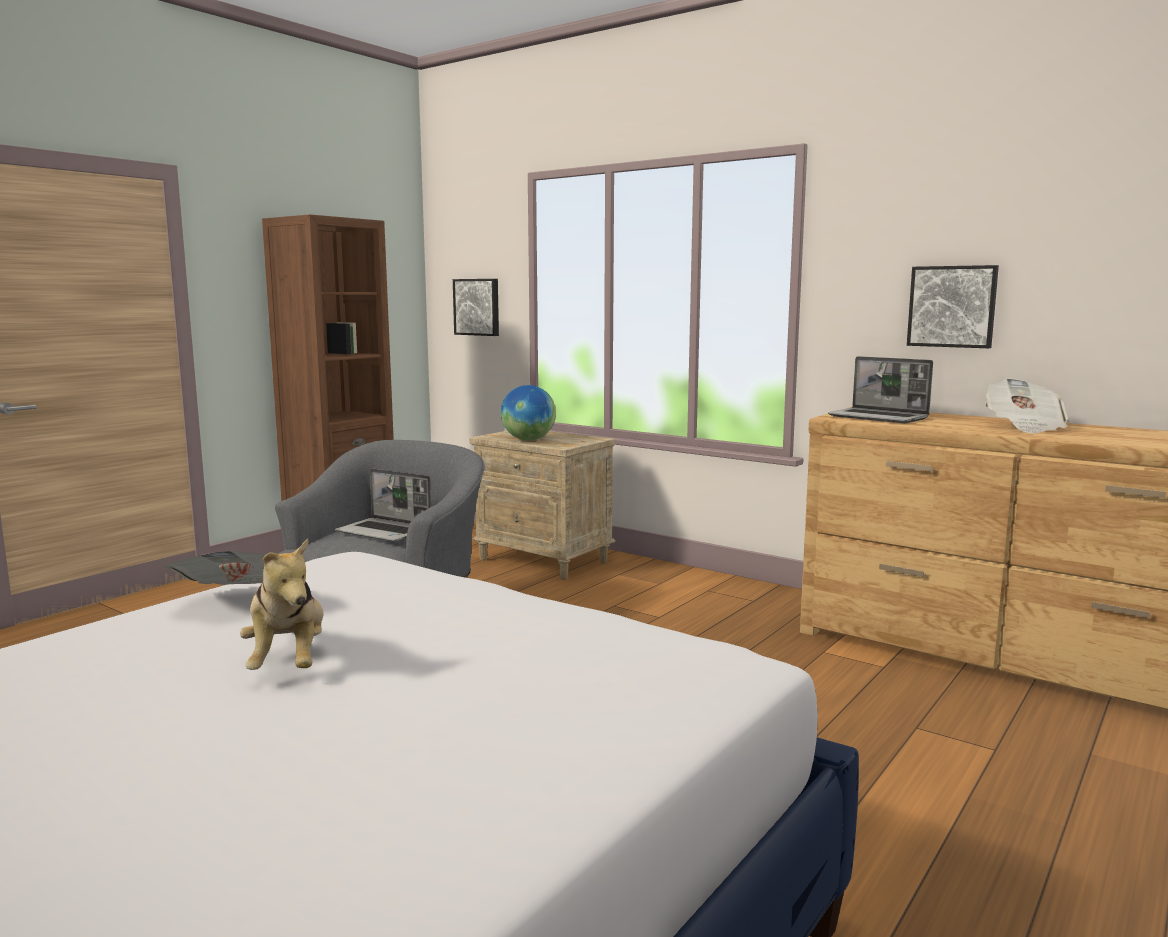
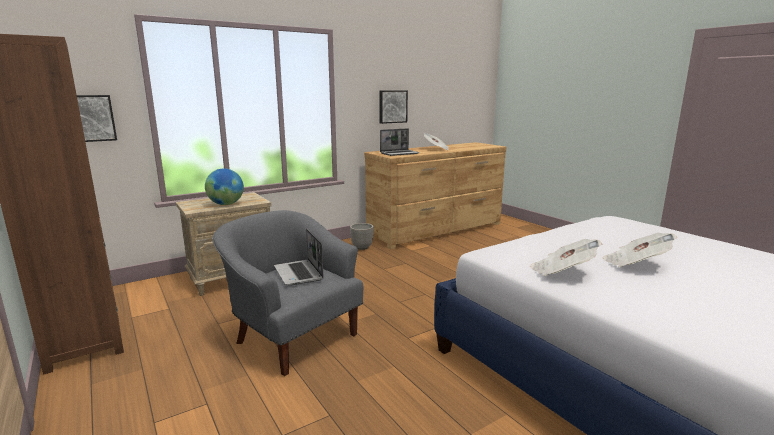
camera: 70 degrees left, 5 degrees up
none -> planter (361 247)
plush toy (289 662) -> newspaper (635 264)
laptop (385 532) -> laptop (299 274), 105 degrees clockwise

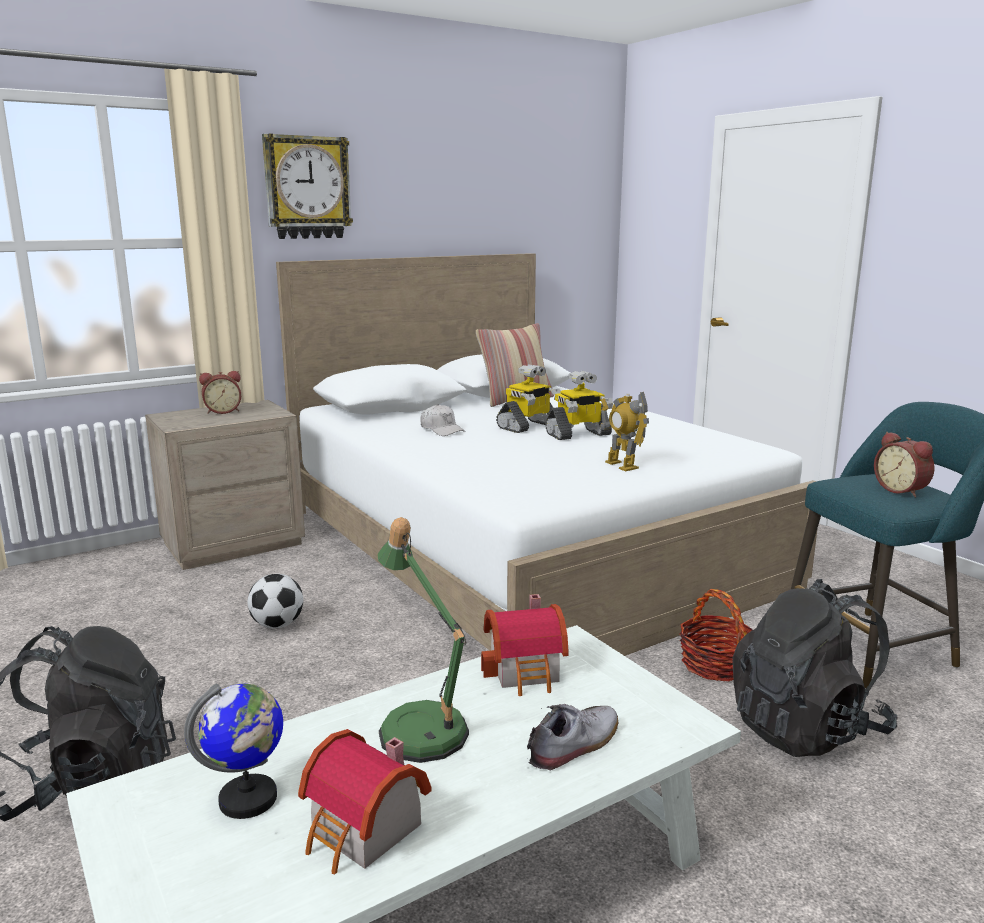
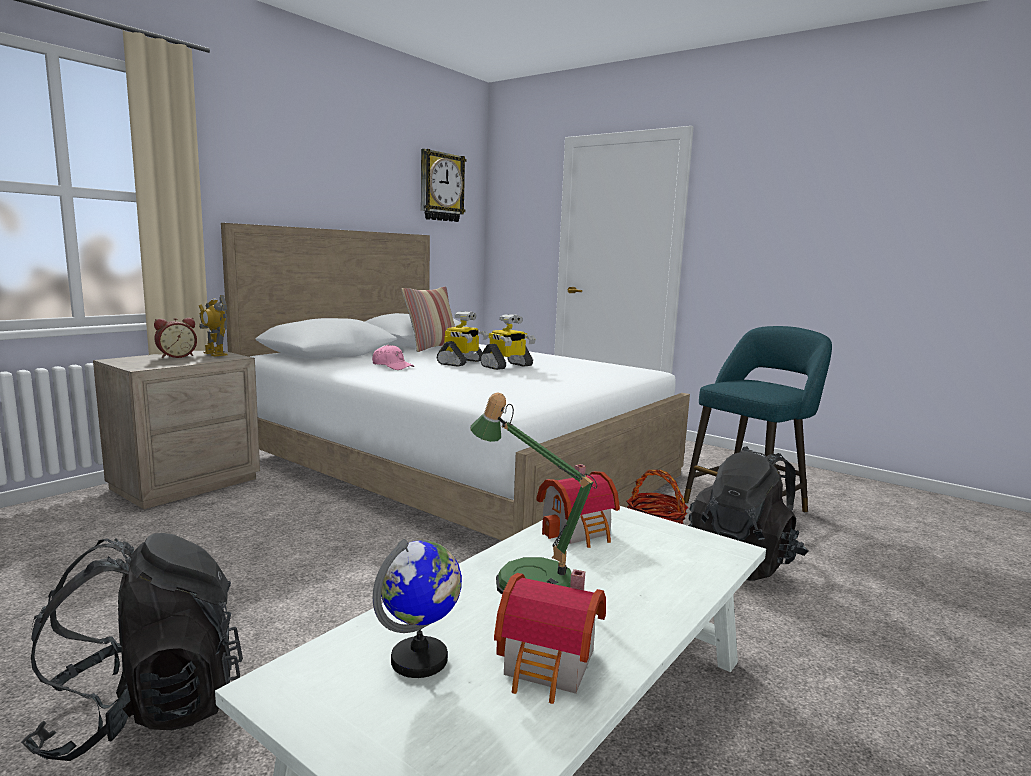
camera: 20 degrees left, 5 degrees down
football (277 625) -> none
shoe (575 744) -> none
alarm clock (902 490) -> none
wall clock (307 188) -> wall clock (441 187), move
toy robot (621 465) -> toy robot (215 354), move
cap in white (442 430) -> cap in pink (392 366)

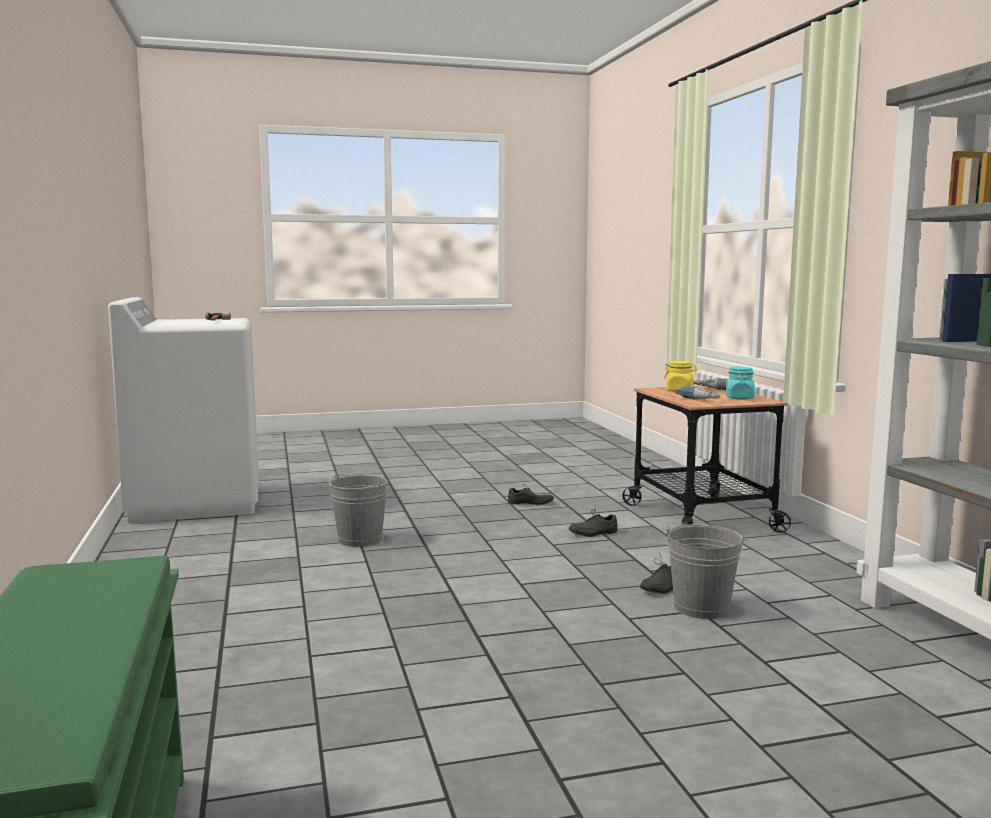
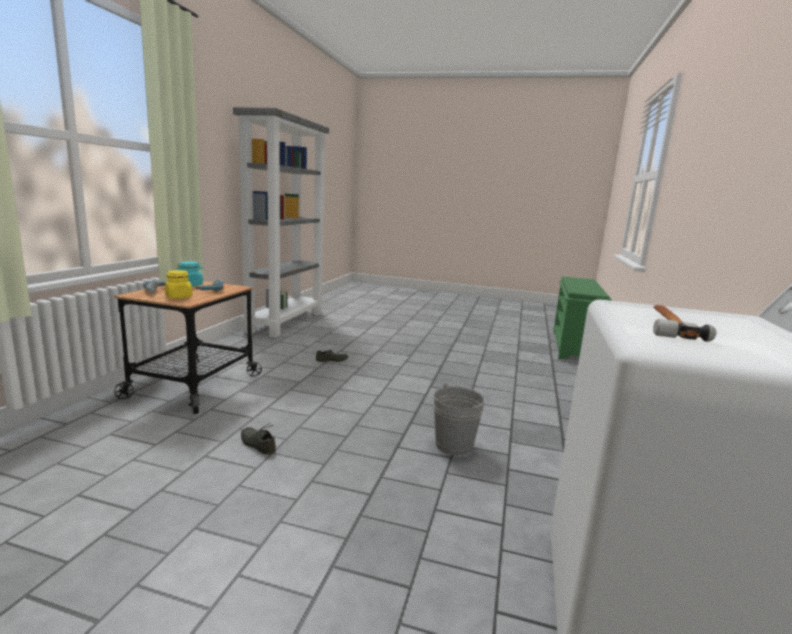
camera: 150 degrees left, 5 degrees up
shoe in grey (592 533) -> none
bucket in grey (701 607) -> none

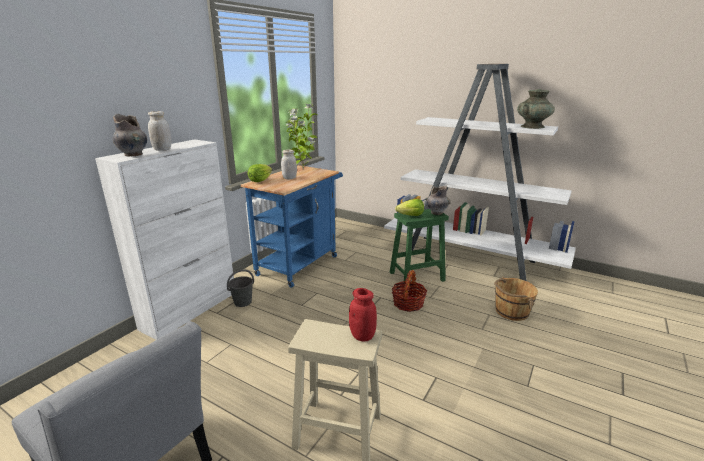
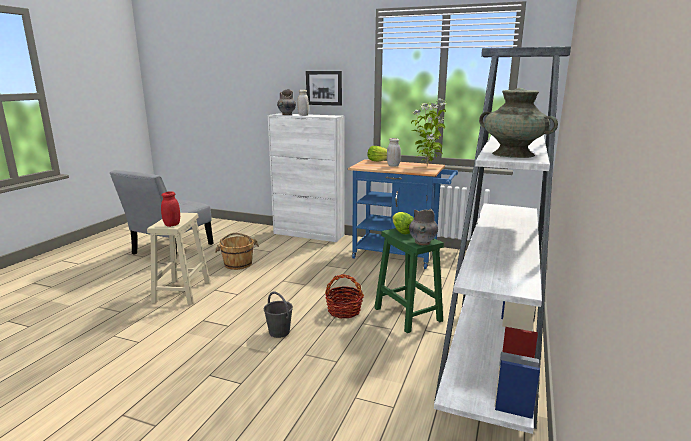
camera: 80 degrees right, 5 degrees down
none -> picture (324 88)
bucket in grey (243 302) -> bucket in grey (279 332), move
bucket in brown (511 311) -> bucket in brown (238 264), move

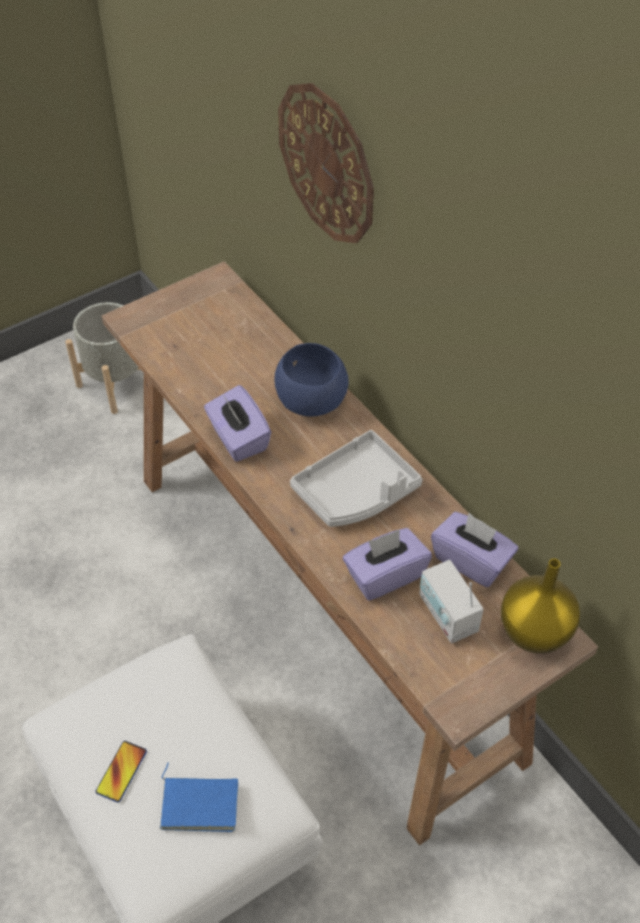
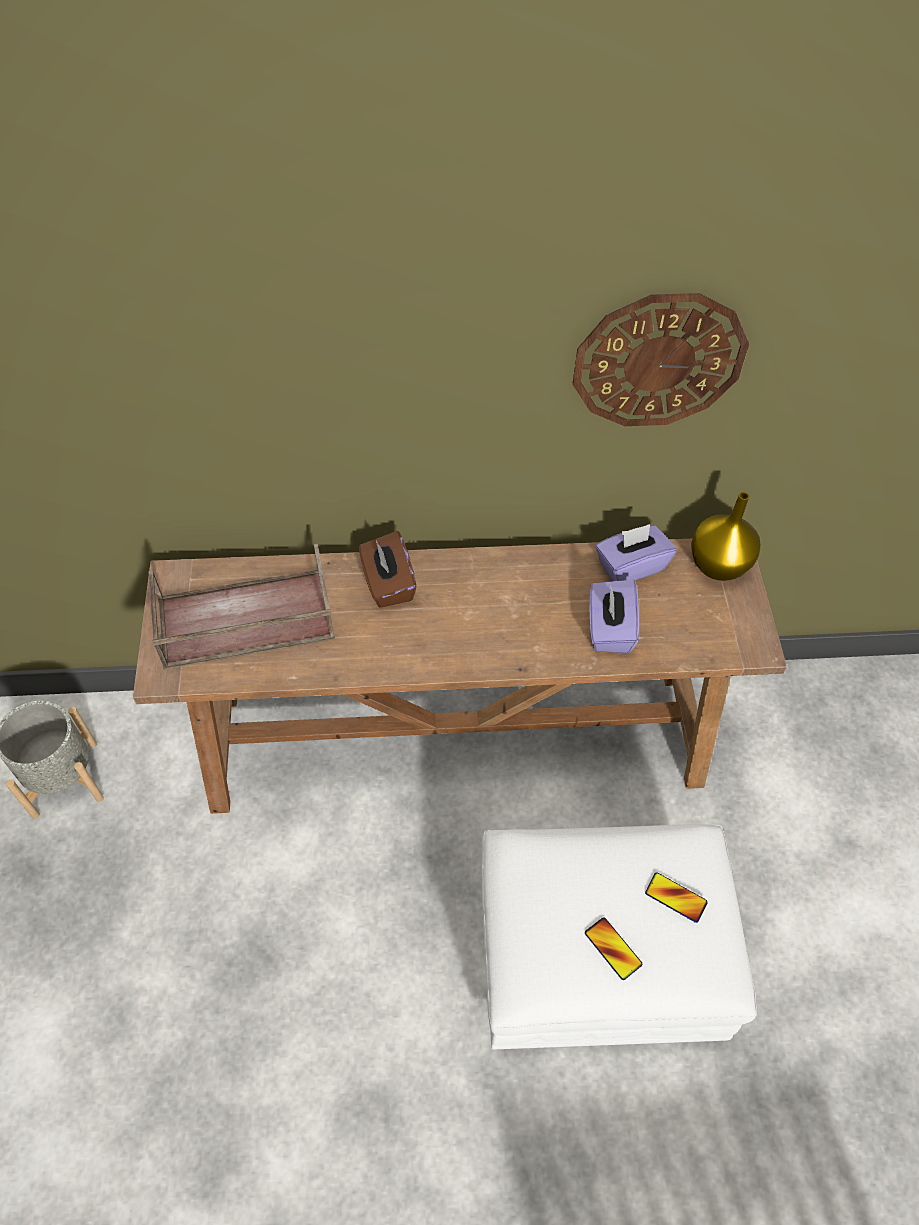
camera: 60 degrees left, 5 degrees up
tissue box in purple (238 439) -> none
tray in grey (356 492) -> none
radio (447 615) -> none
none -> tray in brown (244 620)
wall clock (327 163) -> wall clock (658 361), move
book in blue (200 803) -> phone (675 897)
bowl in blue (311 401) -> tissue box in brown (388 583)

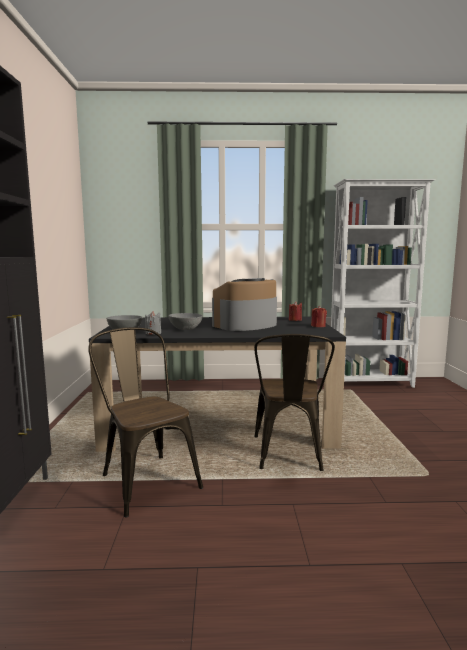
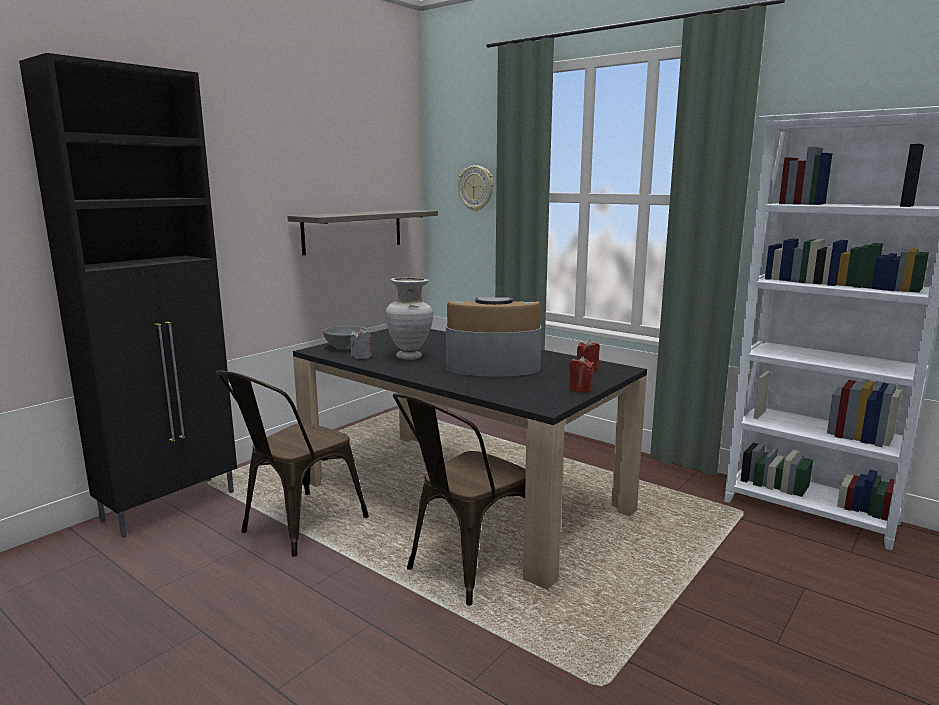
camera: 40 degrees right, 5 degrees up
none -> shelf (353 231)
none -> wall clock (476 188)
bowl in grey (185 329) -> vase in beige (410 357)
chair in brown (145 479) -> chair in brown (296 527), 150 degrees counterclockwise

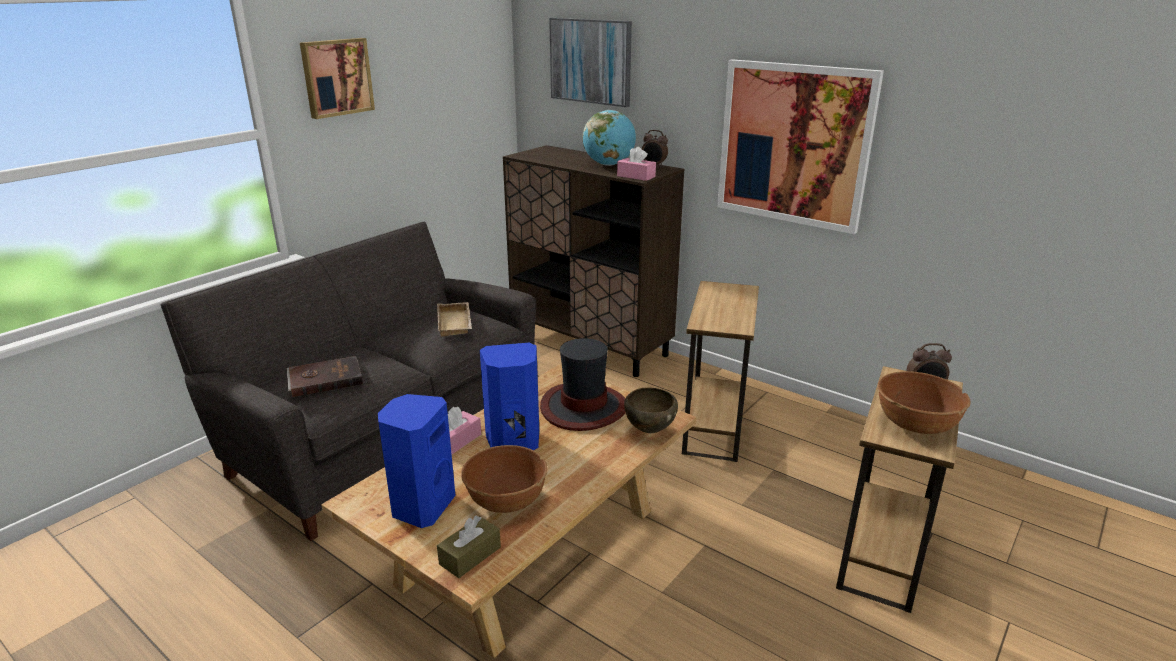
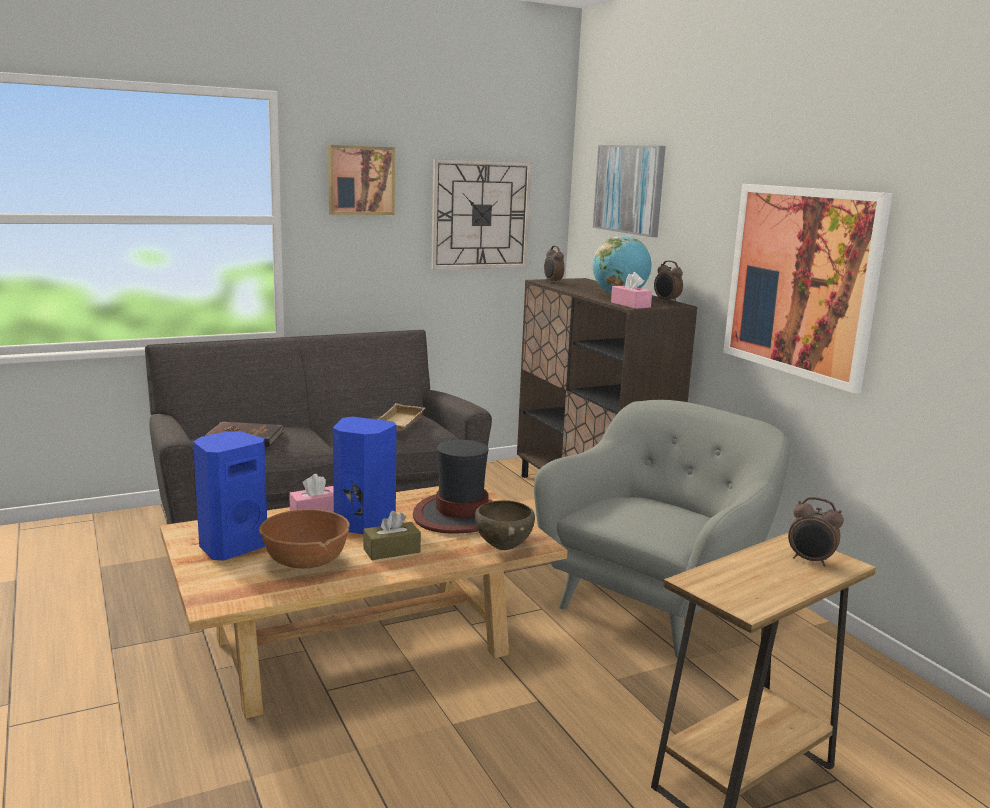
camera: 25 degrees right, 10 degrees down
bowl in brown (915 424) -> none
none -> wall clock (480 215)
none -> alarm clock (552 282)
tissue box in brown (470 555) -> tissue box in brown (391 550), move
side table in brown (714 428) -> armchair in grey (655 604)

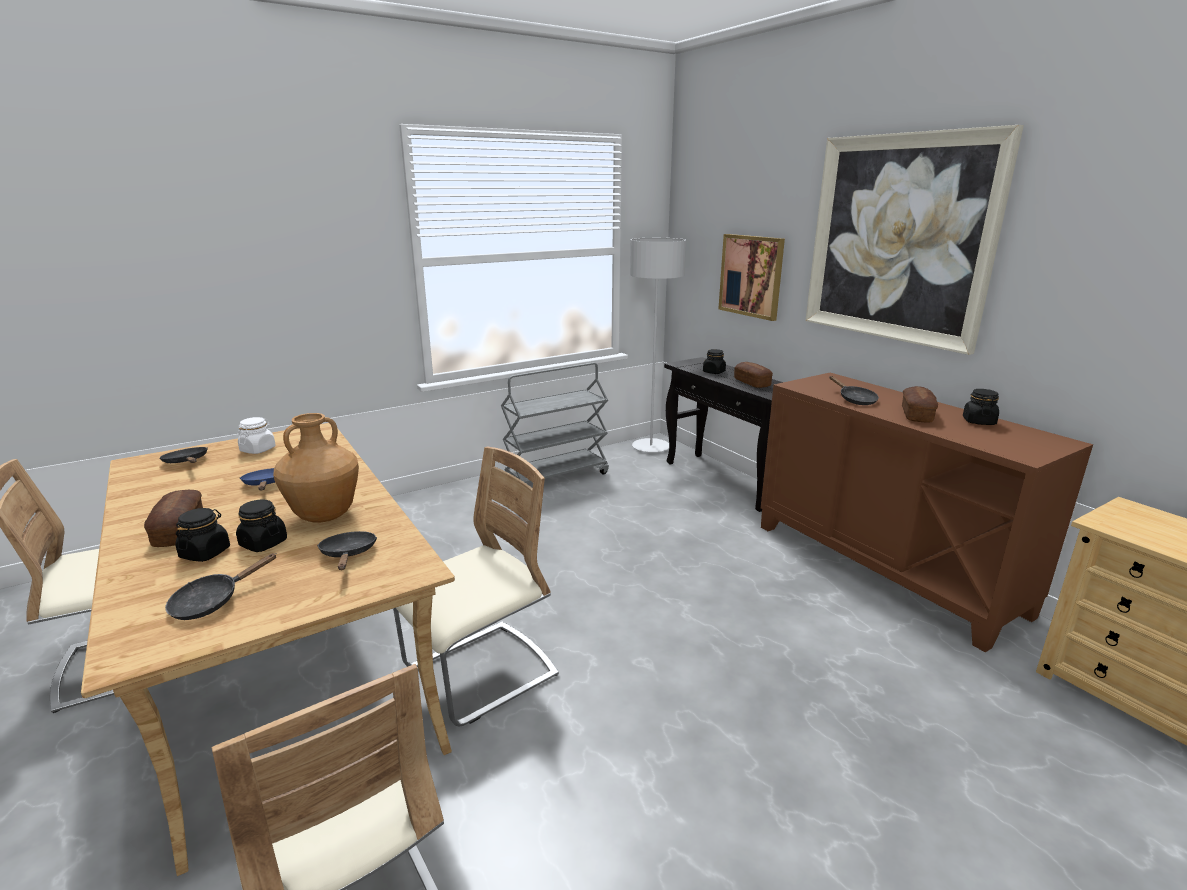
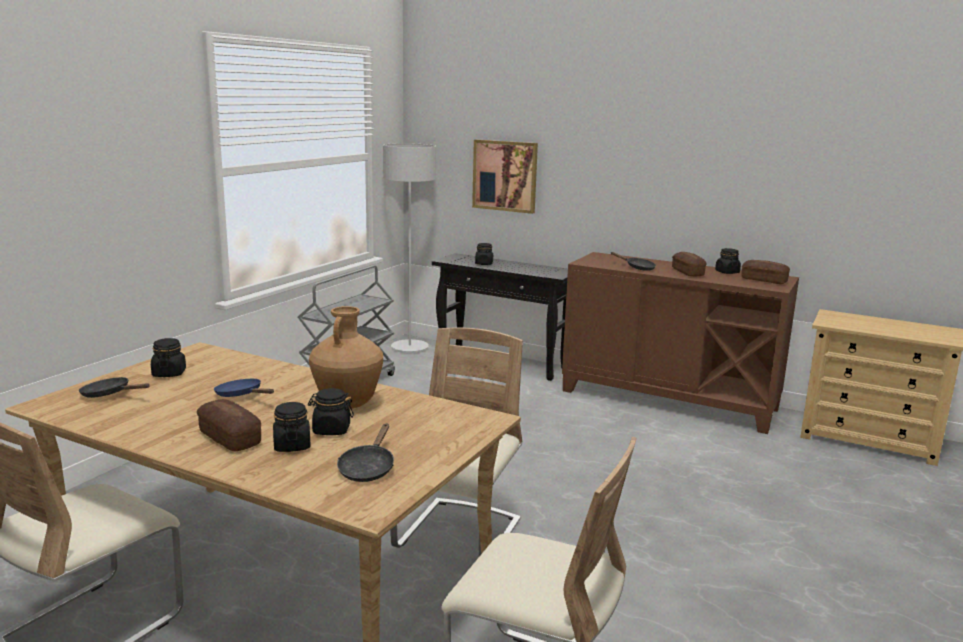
camera: 30 degrees left, 5 degrees down
frying pan in black (348 554) -> none
picture (899 239) -> none
bread (752 383) -> bread (764 280), move
jar in white (258 449) -> jar in black (169 373)

